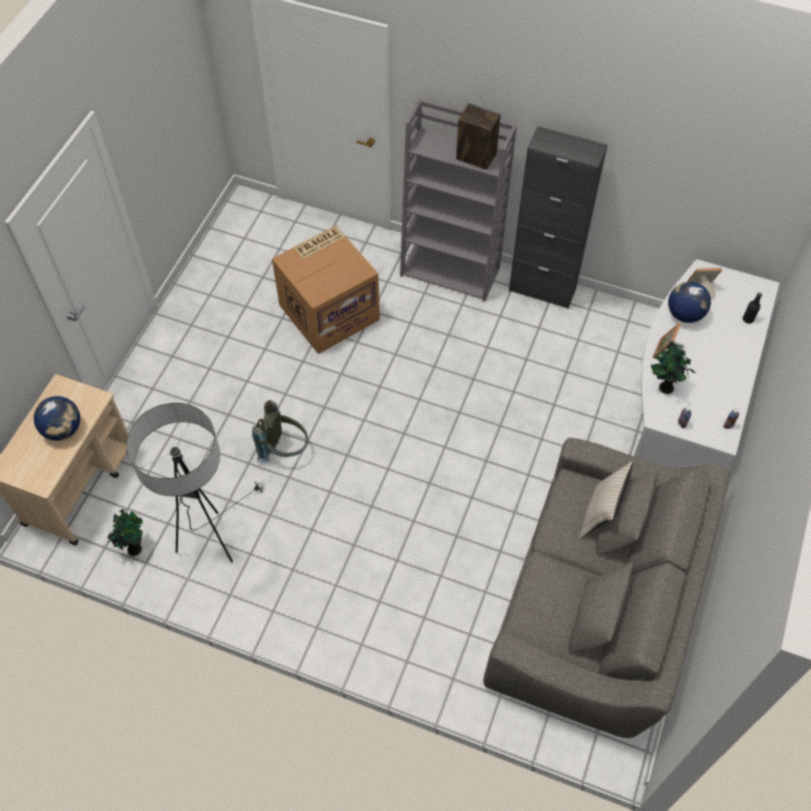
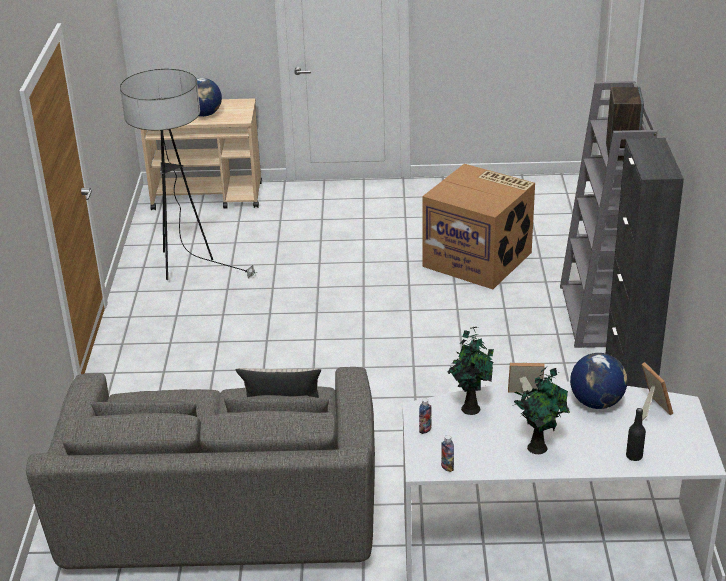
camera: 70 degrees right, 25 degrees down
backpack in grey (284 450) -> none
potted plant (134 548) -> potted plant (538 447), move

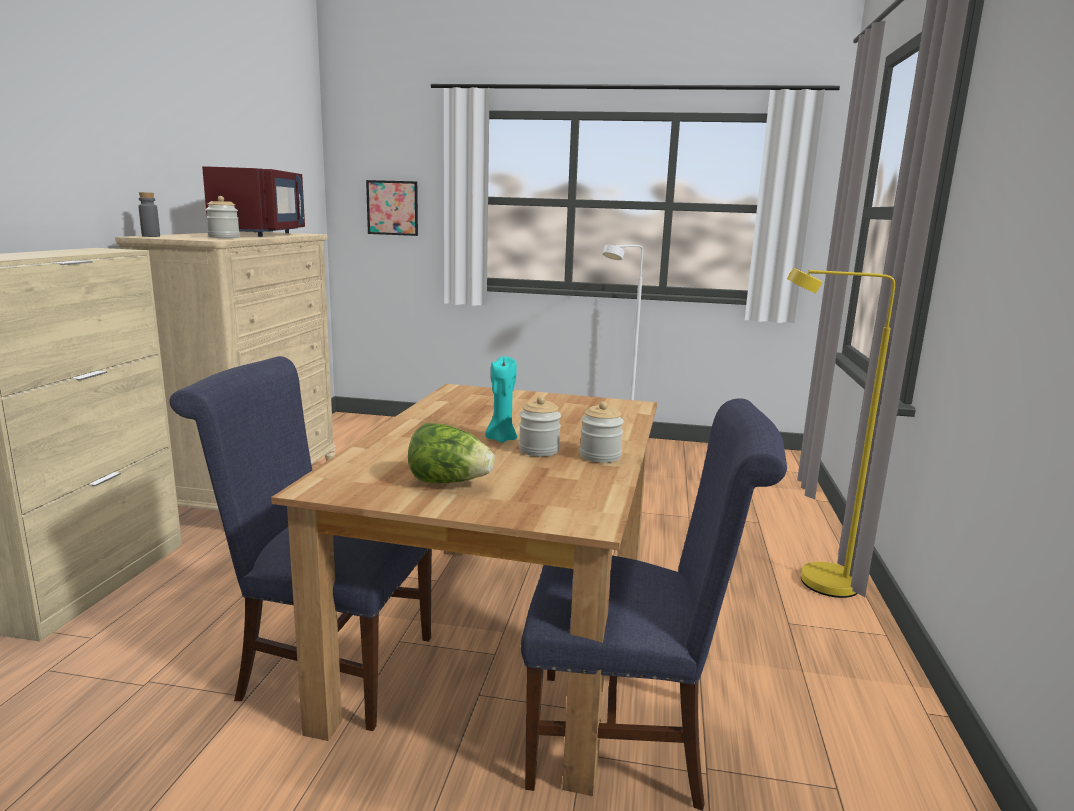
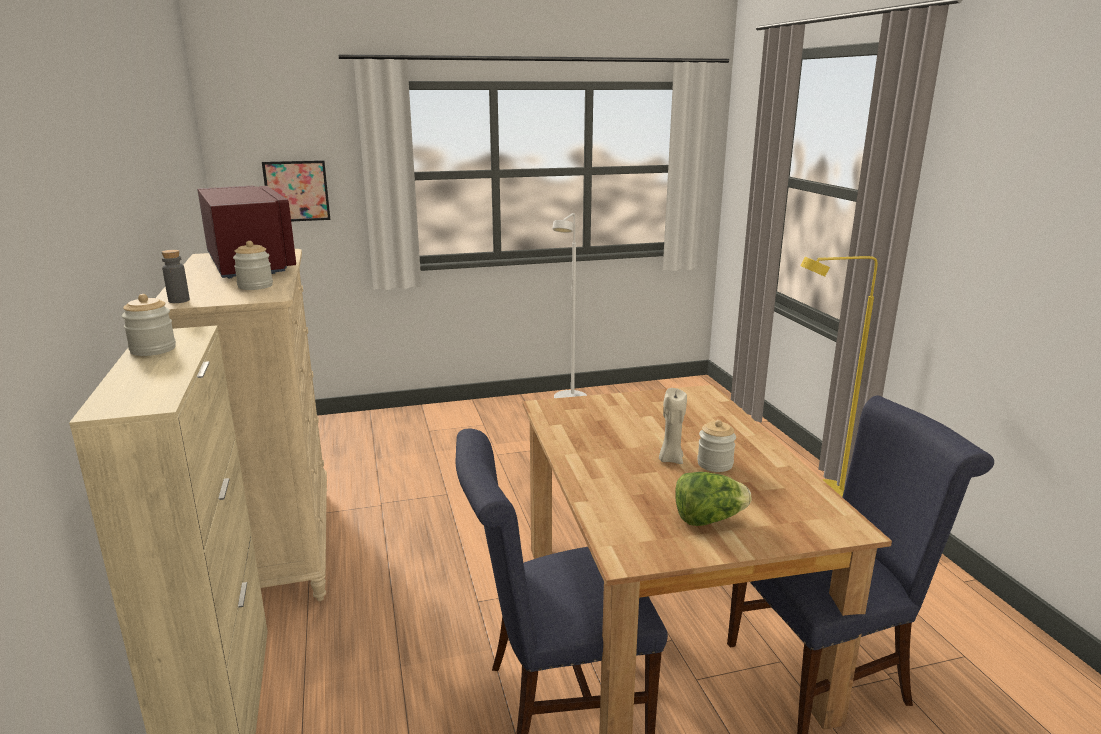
camera: 25 degrees left, 5 degrees up
jar (600 456) -> jar (153 349), move
candle in turquoise (501 439) -> candle in beige (670 459)

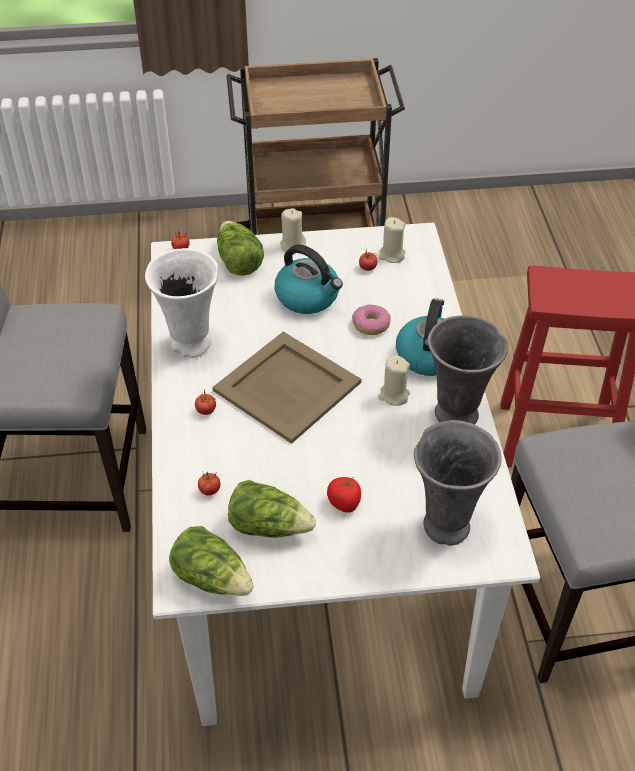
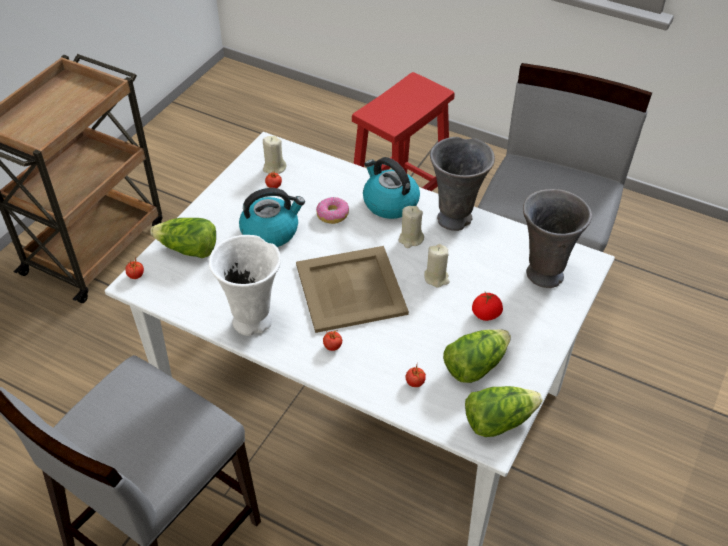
camera: 55 degrees left, 0 degrees up
candle in beige (292 245) -> candle in beige (436 278), move

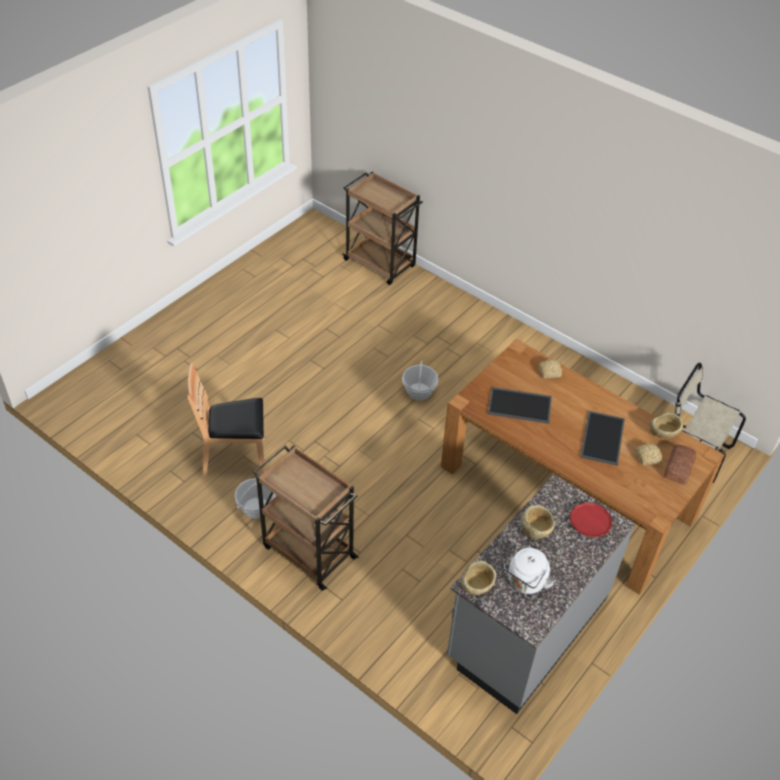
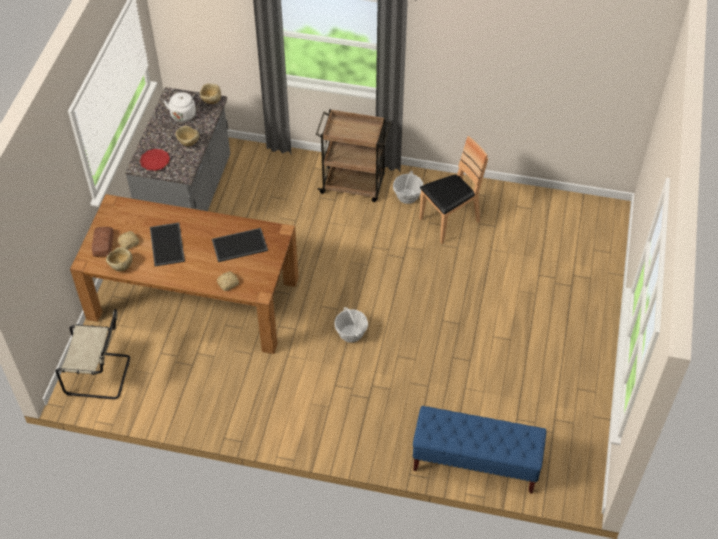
camera: 155 degrees right, 5 degrees up
cart in brown (380 264) -> bench in blue (475 463)

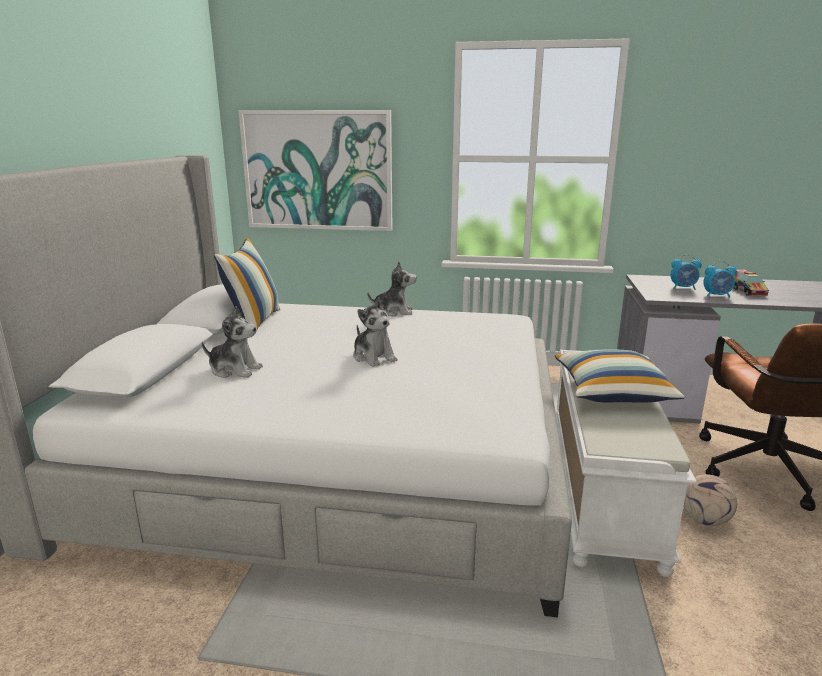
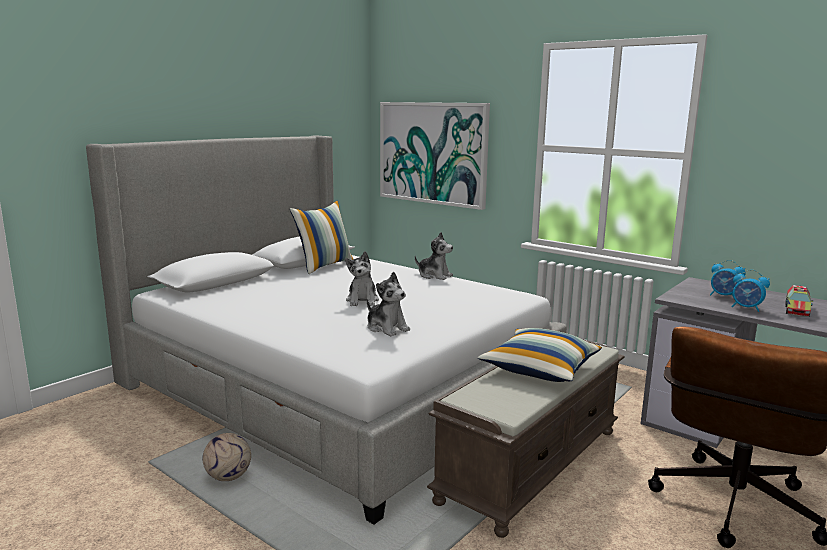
camera: 30 degrees right, 5 degrees down
plush toy (235 370) -> plush toy (387 328), move
football (703 520) -> football (228 476), move
bench in white (599 487) -> bench in brown (530 463)

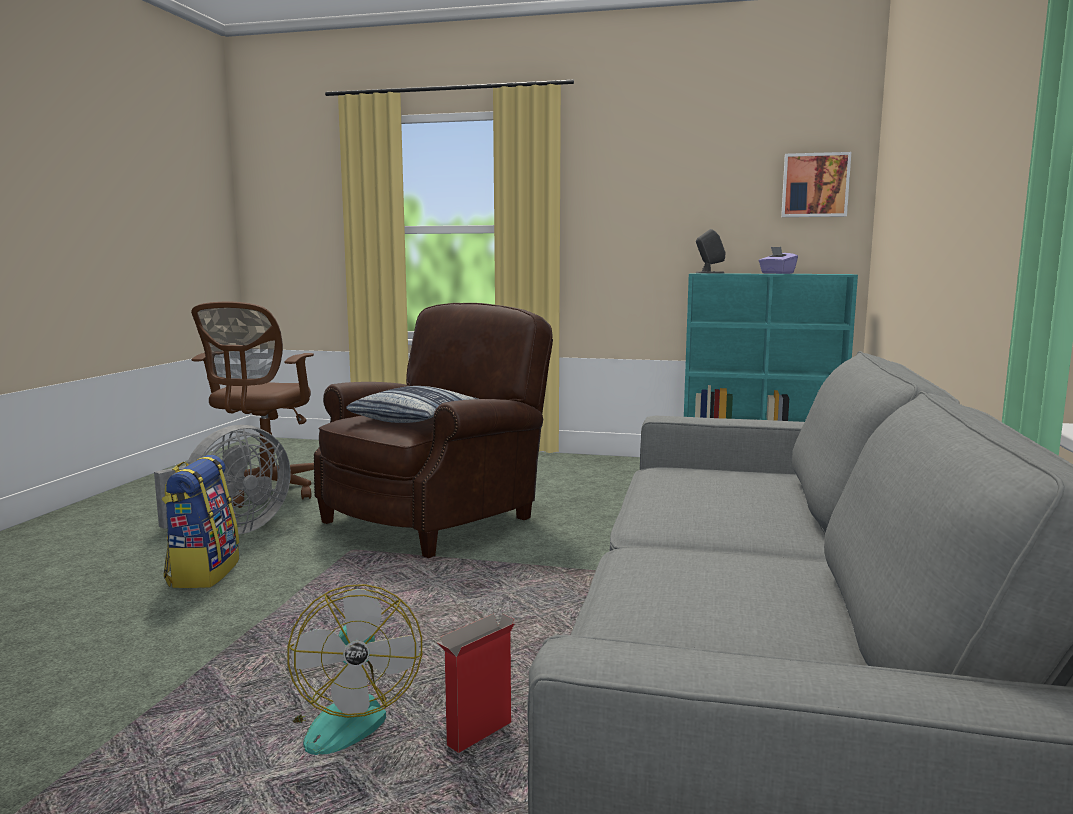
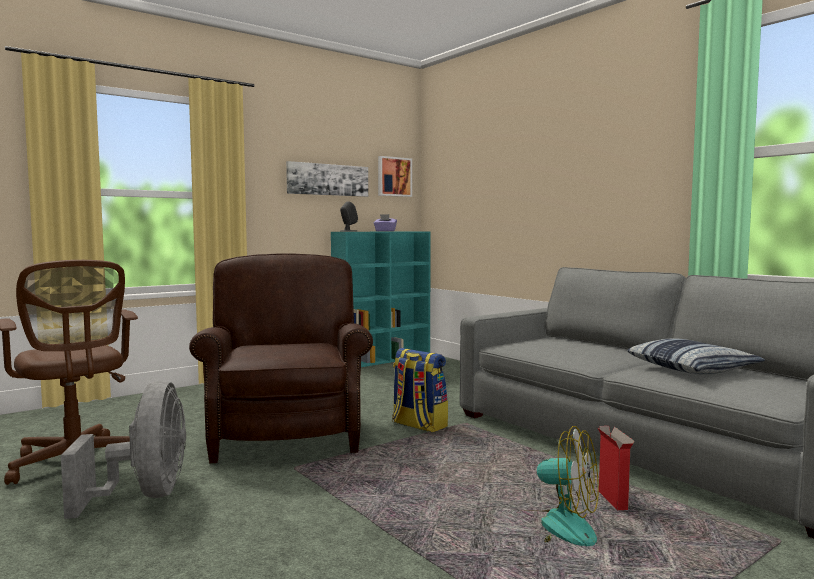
camera: 50 degrees left, 5 degrees down
none -> picture (328 179)
backpack (203 573) -> backpack (418 425), move
pillow (415 418) -> pillow (692 368), move

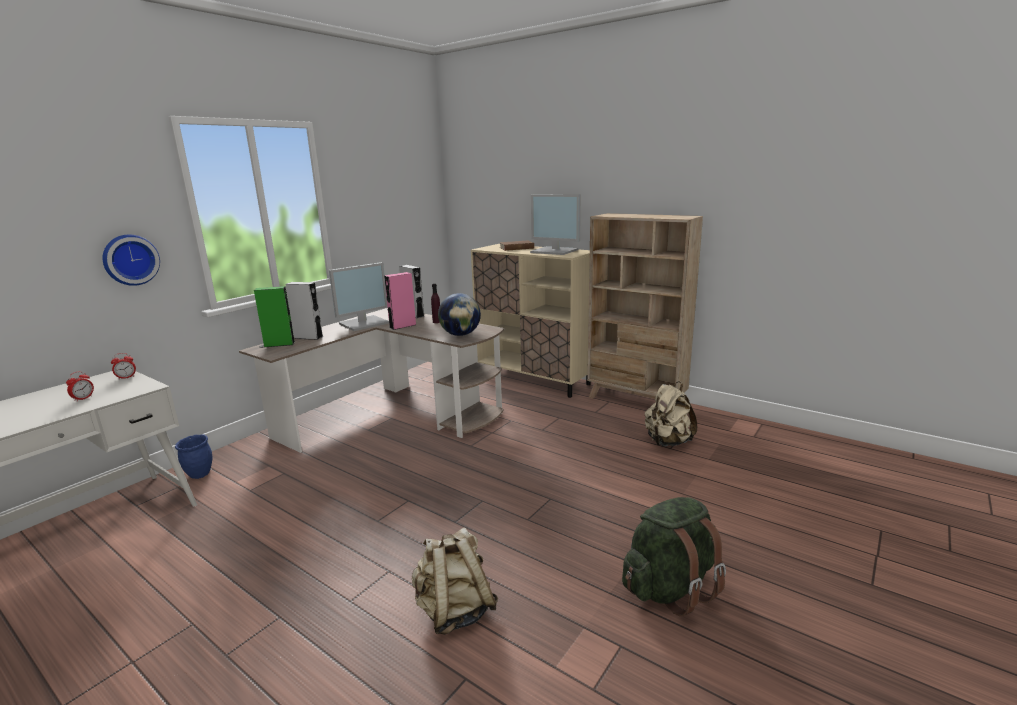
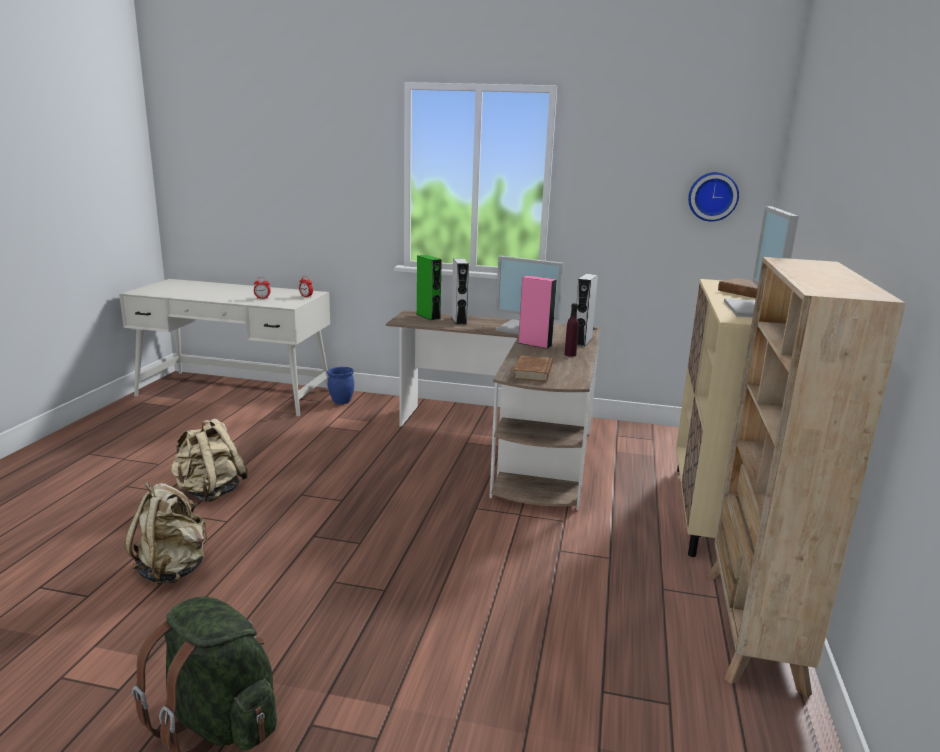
camera: 65 degrees right, 0 degrees up
wall clock (130 259) -> wall clock (712 196), move
backpack in beige (667 442) -> backpack in beige (210 492), move
globe (460 334) -> book in brown (533 372)

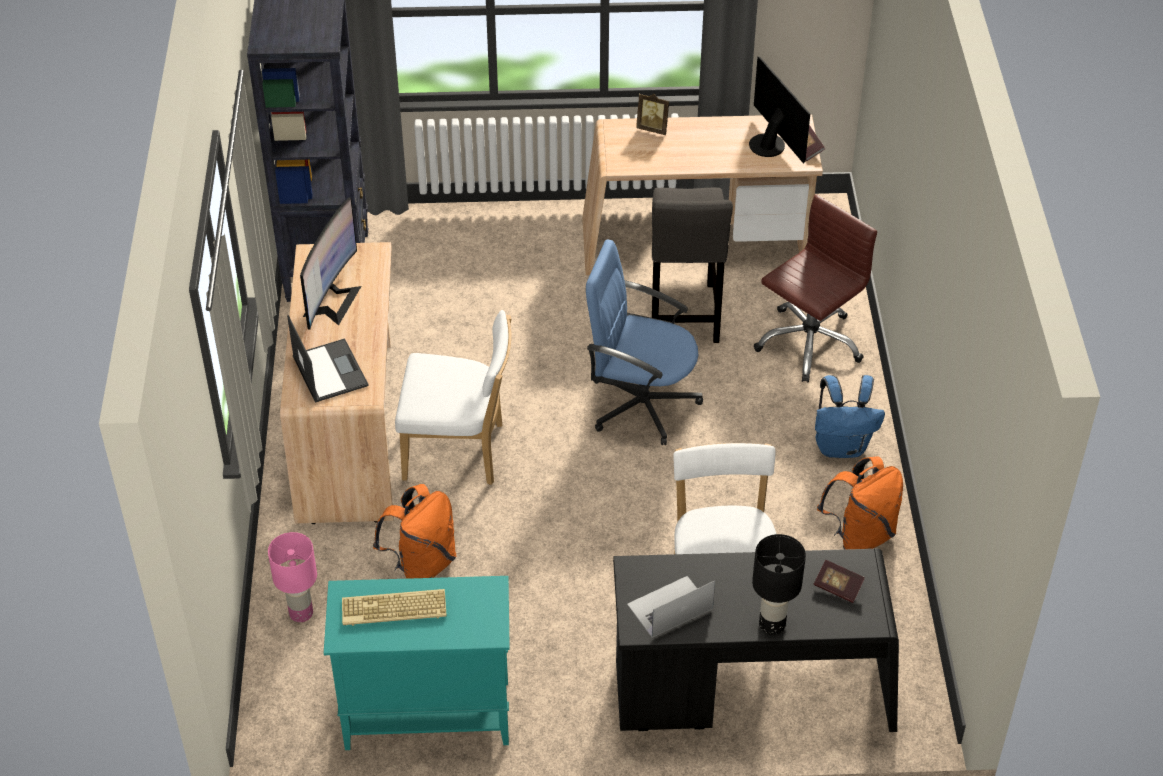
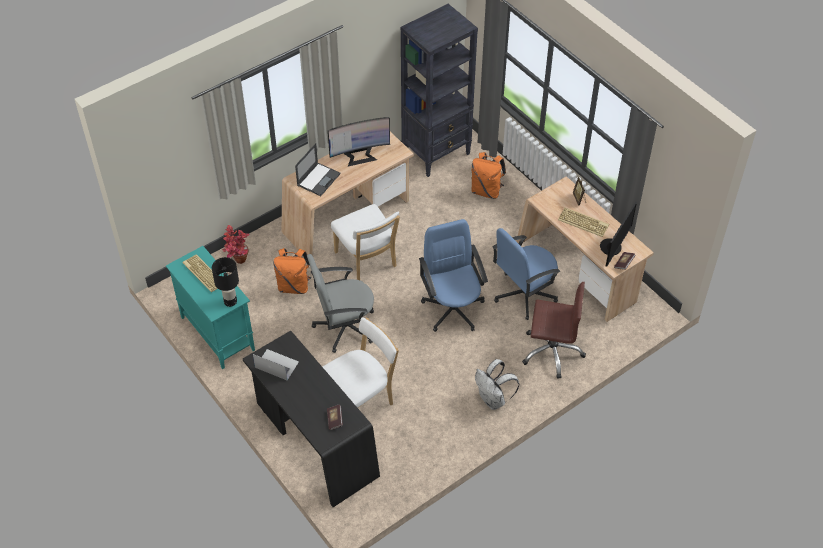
camera: 55 degrees right, 5 degrees up
none -> office chair in grey (344 327)
none -> keyboard (584 222)
table lamp in black (771 624) -> table lamp in black (230 301), move
backpack in orange (860 536) -> backpack in orange (486 190), move
table lamp in pink (302 613) -> potted plant (238 262)
stool in grey (683 317) -> office chair in blue (524 294)
backpack in blue (842 446) -> backpack in white (493 400)

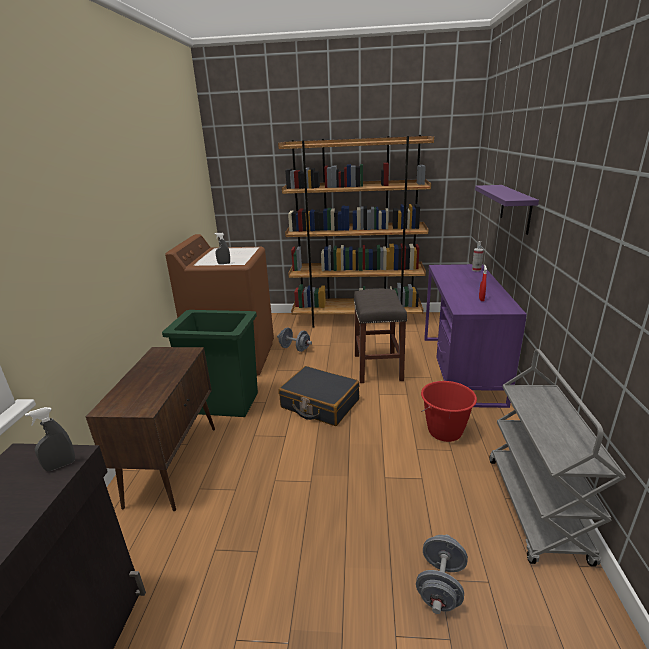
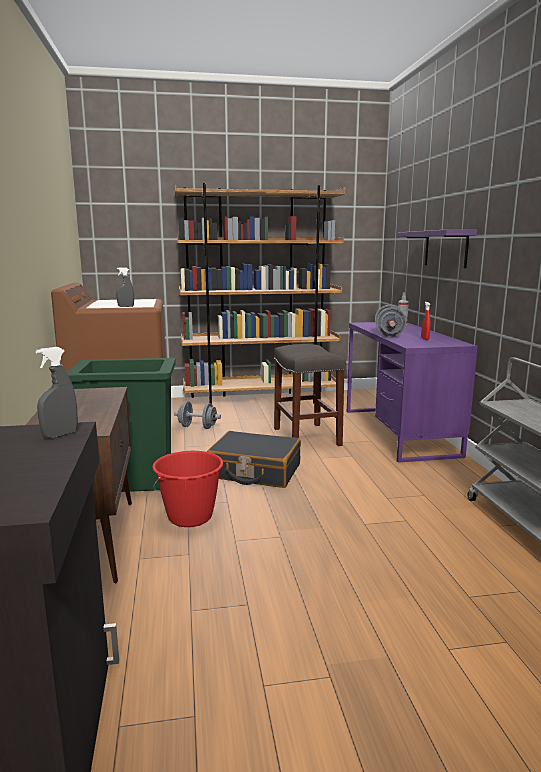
camera: 15 degrees left, 10 degrees down
dumbbell in grey (440 585) -> dumbbell in grey (389 334), move
bucket in red (445 431) -> bucket in red (190 517), move

